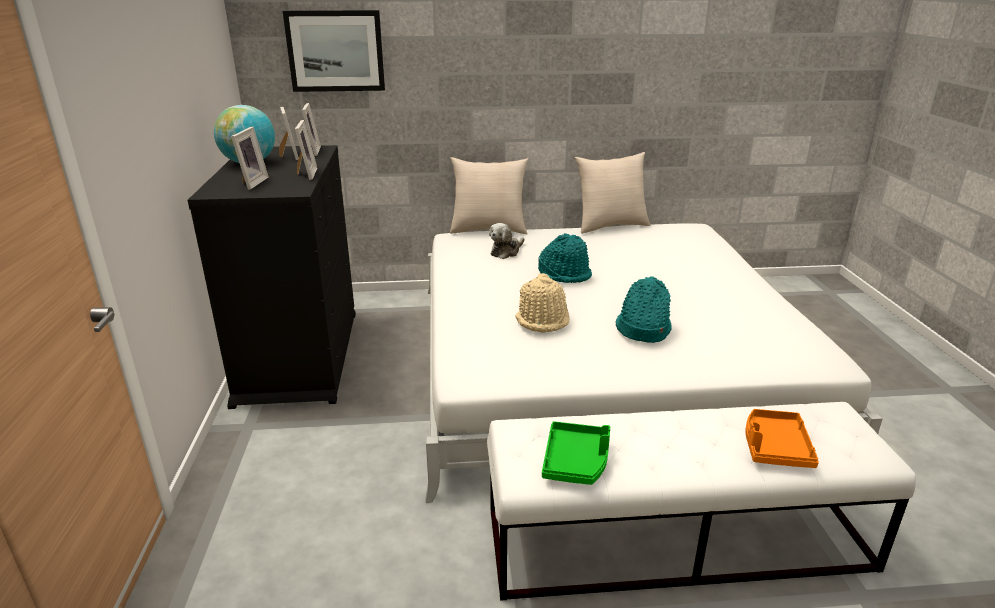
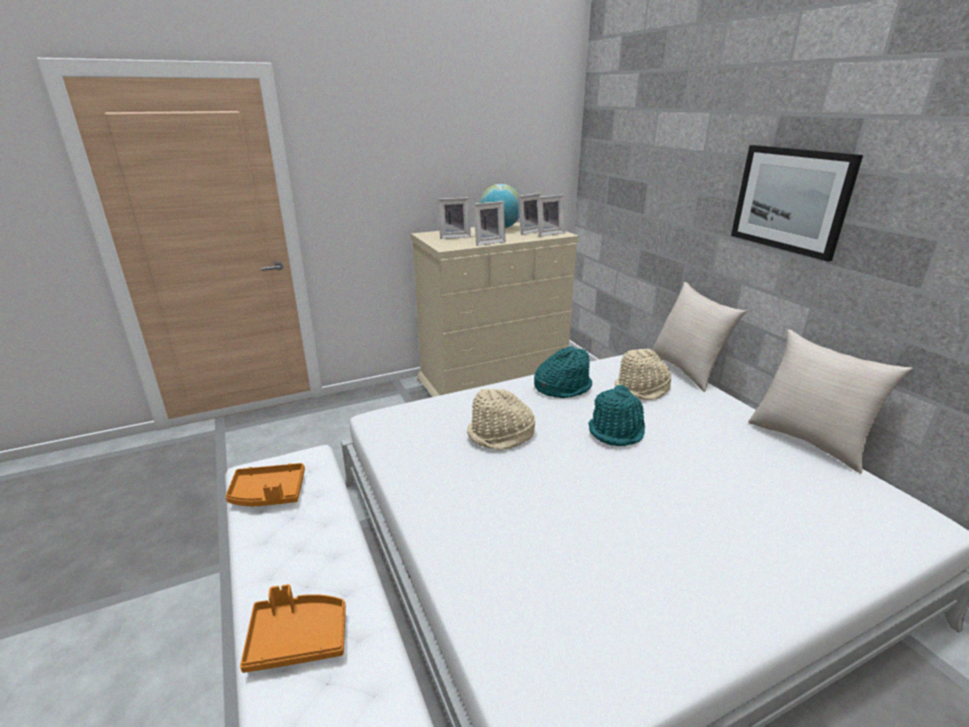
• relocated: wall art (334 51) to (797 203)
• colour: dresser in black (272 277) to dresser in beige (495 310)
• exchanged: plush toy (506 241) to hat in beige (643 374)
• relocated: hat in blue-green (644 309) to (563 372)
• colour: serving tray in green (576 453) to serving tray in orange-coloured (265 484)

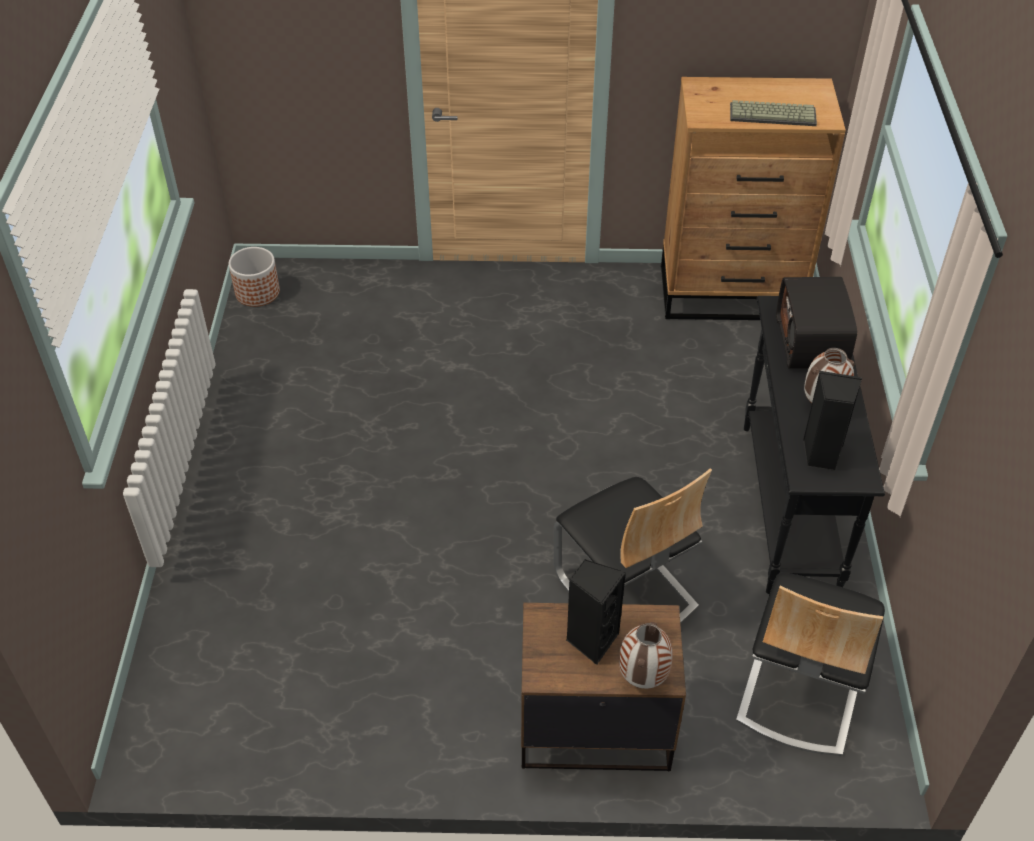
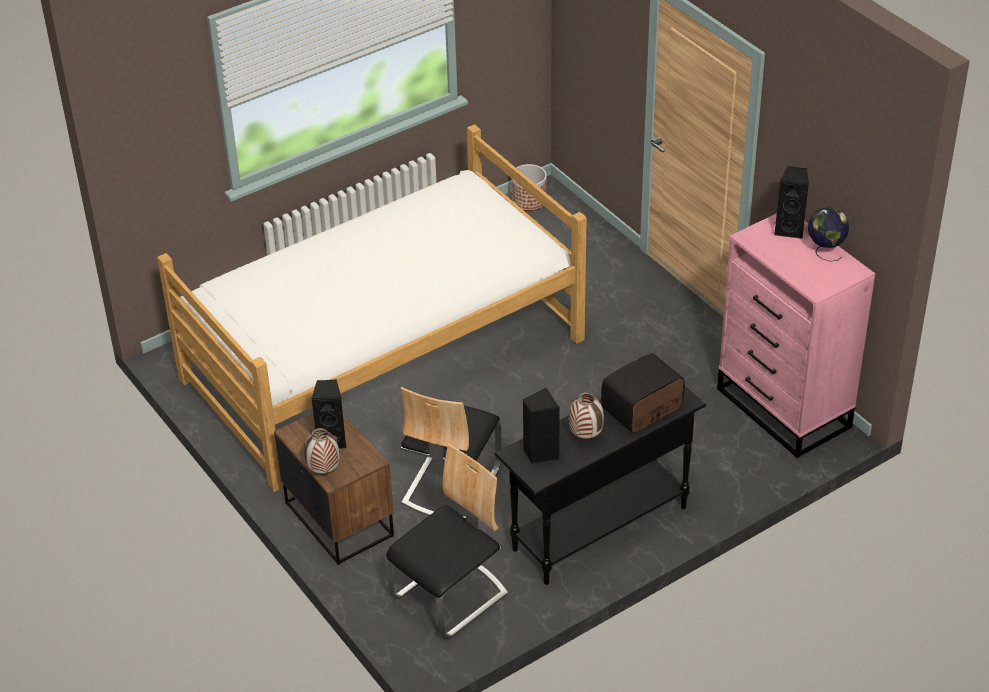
• colour: dresser in brownish (753 198) to dresser in pink (796 335)
• missing: computer keyboard (773 113)
• spun: plain chair (810 664) = (446 541) 150 degrees clockwise
• appeared: bedroom bed (372 308)
• appeared: speaker in black (791 202)
• appeared: desk globe (828 234)

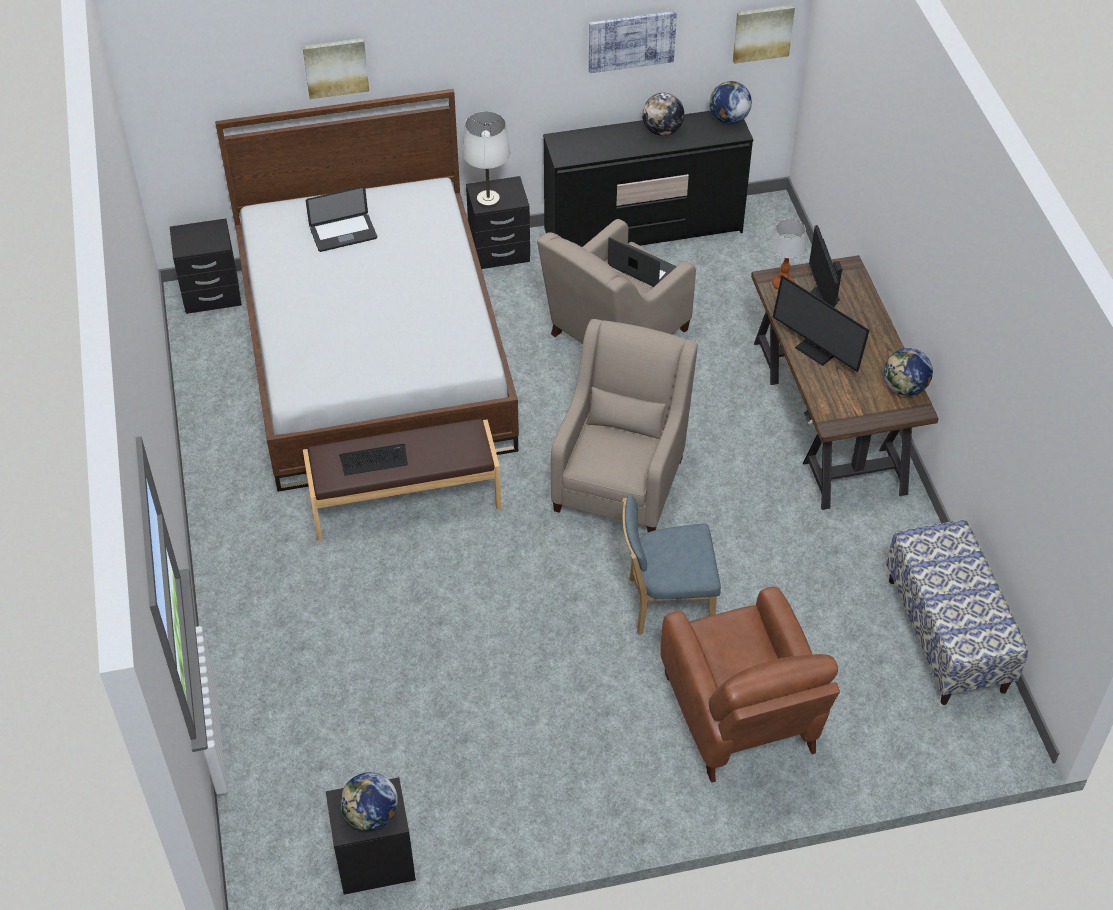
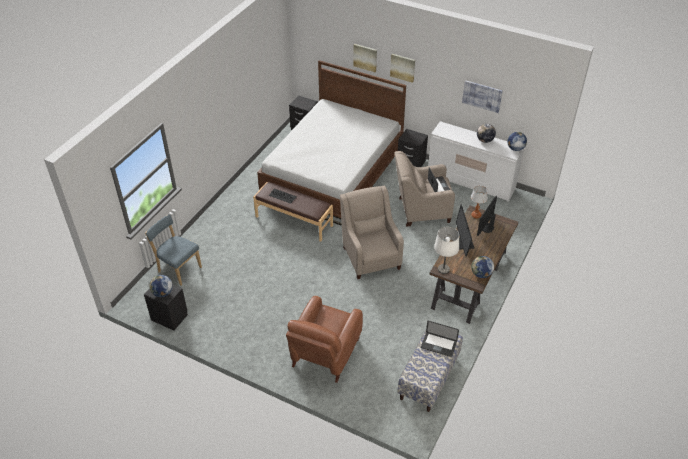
• relocated: wall art (764 34) to (402 68)
• relocated: lamp for a table in whitish (486 159) to (446 250)
• colour: dresser in black (648 179) to dresser in whitish (476 161)
• relocated: notebook computer (341 219) to (440 339)
• spun: lounge chair in beige (624 425) = (372 232) 75 degrees counterclockwise
• relocated: plain chair in blue-coloured (671 564) to (173 250)

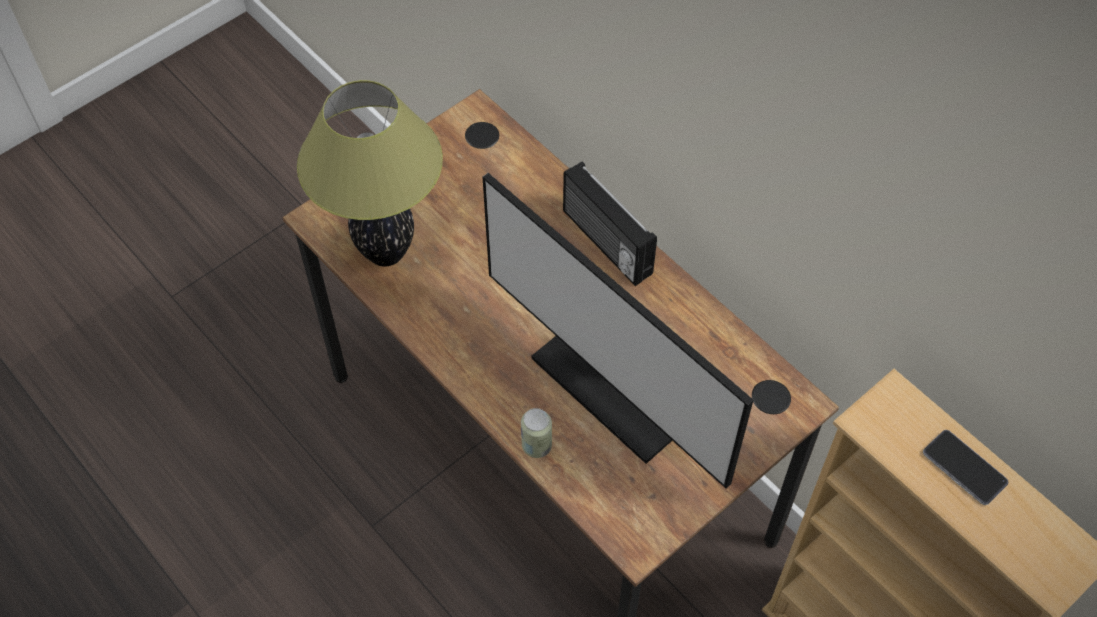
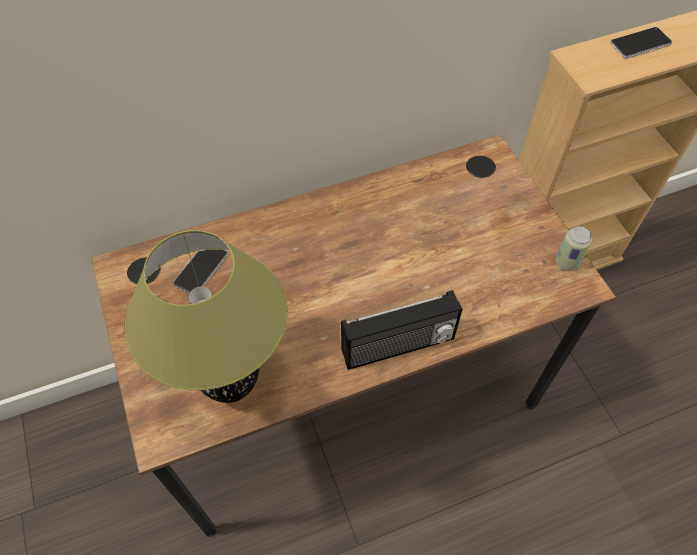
• relocated: radio set (610 223) to (402 330)
• missing: computer screen (618 331)
• relocated: can (536 433) to (573 248)
• appeared: phone (200 271)

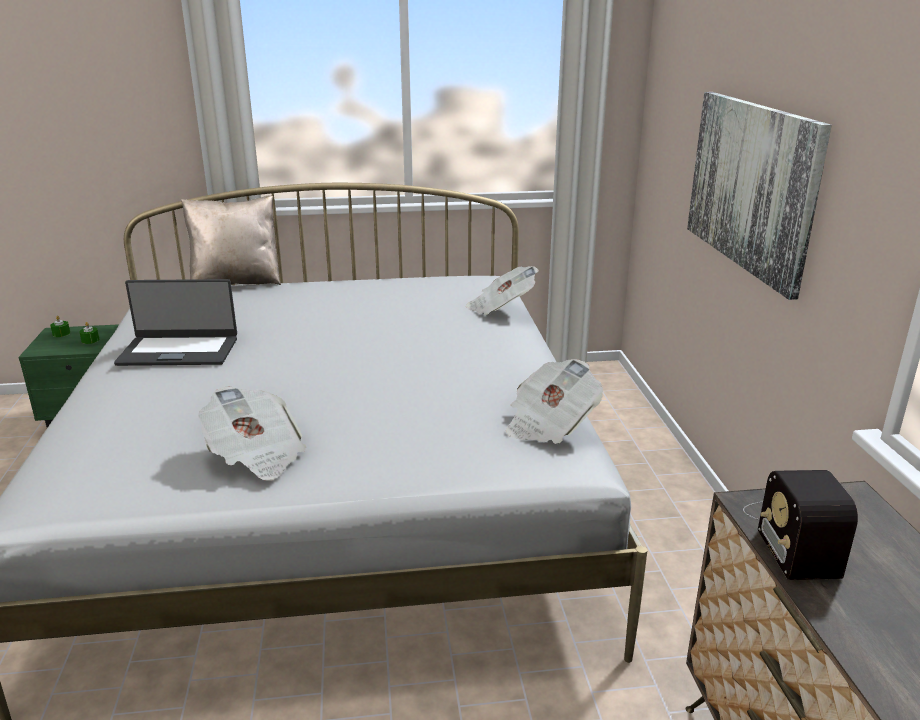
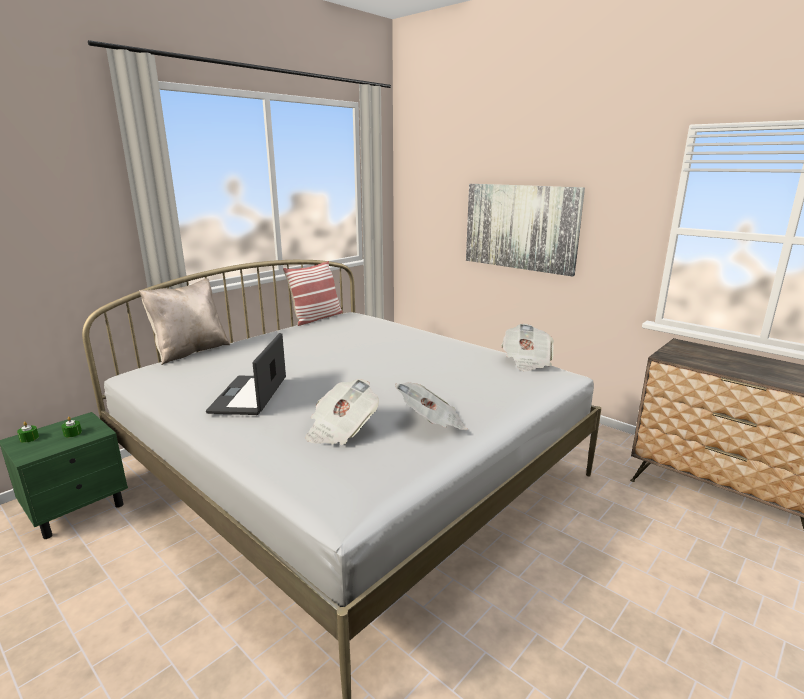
• relocated: daily paper (502 290) to (342 412)
• spun: notebook computer (175 322) = (246 374) 135 degrees clockwise
• missing: radio set (800 525)
• appeared: cushion (313 293)

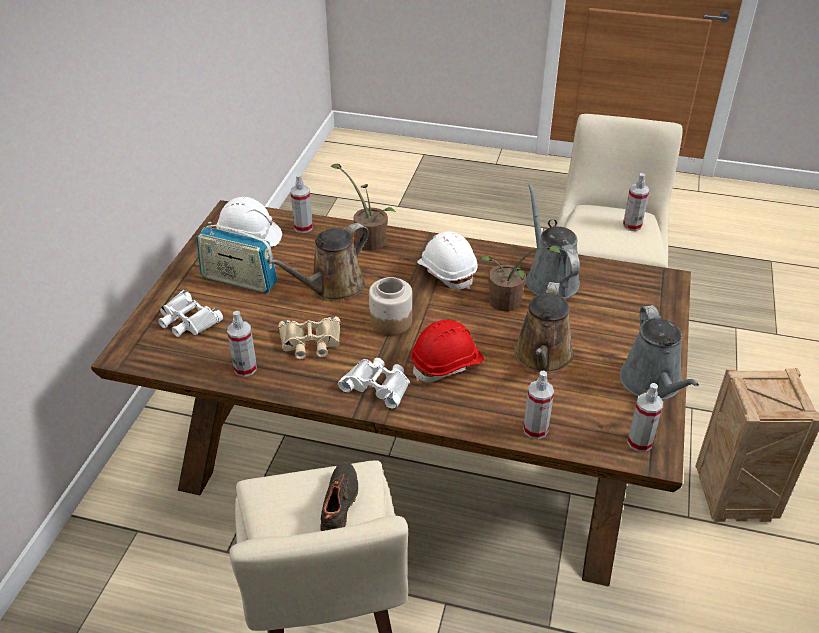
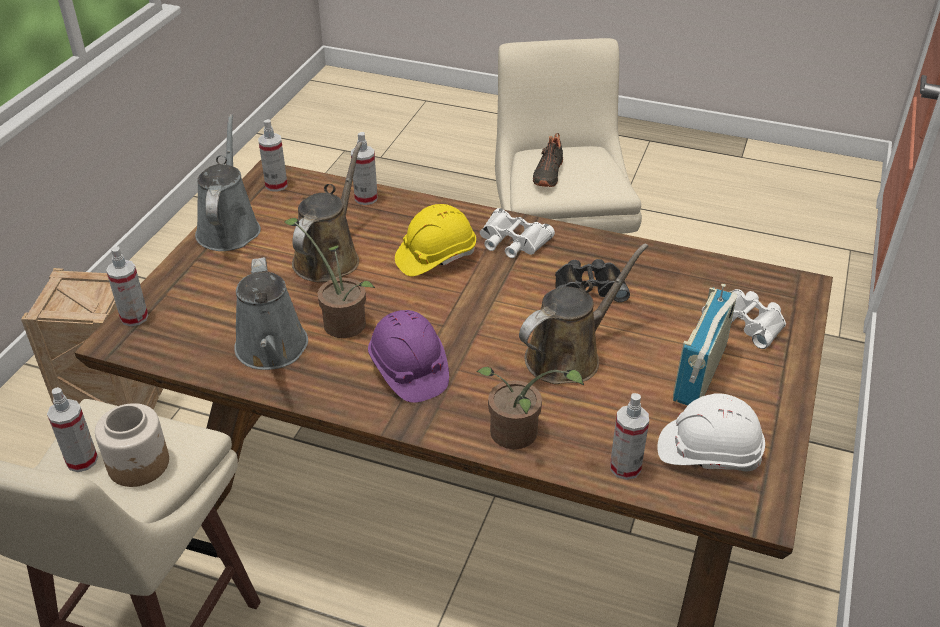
• spun: radio set (236 257) = (705 345) 90 degrees counterclockwise
• colour: work helmet in whitish (447 260) to work helmet in purple-coloured (408 356)
• relocated: preserve jar (390 306) to (132 445)
• relocated: sprayer (242 344) to (127 286)
• colour: field glasses in beige (309 337) to field glasses in black (592 280)
• colour: work helmet in reddish (447 351) to work helmet in yellowish (435 240)

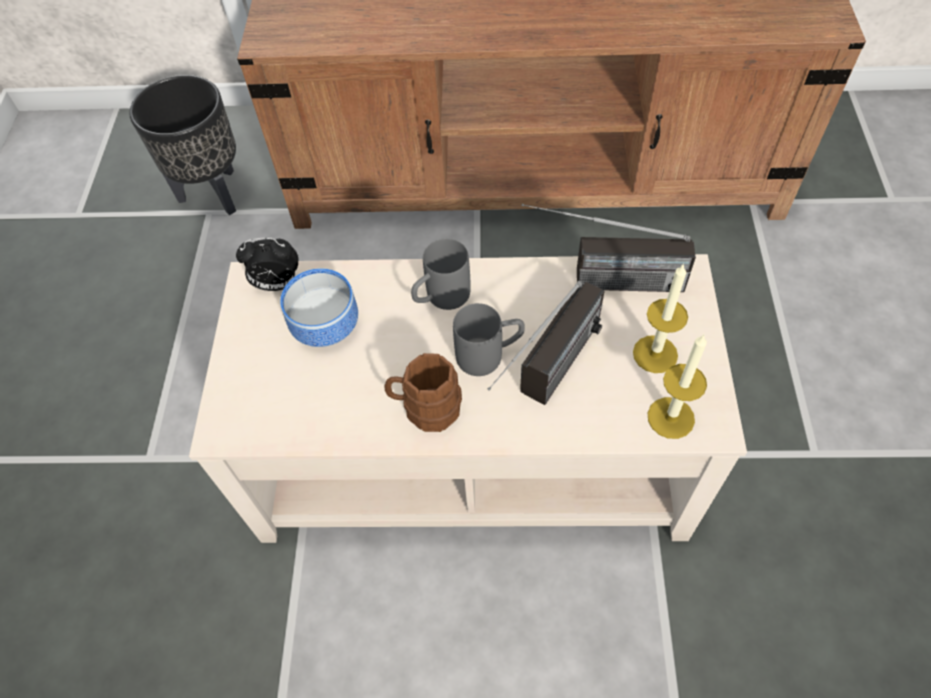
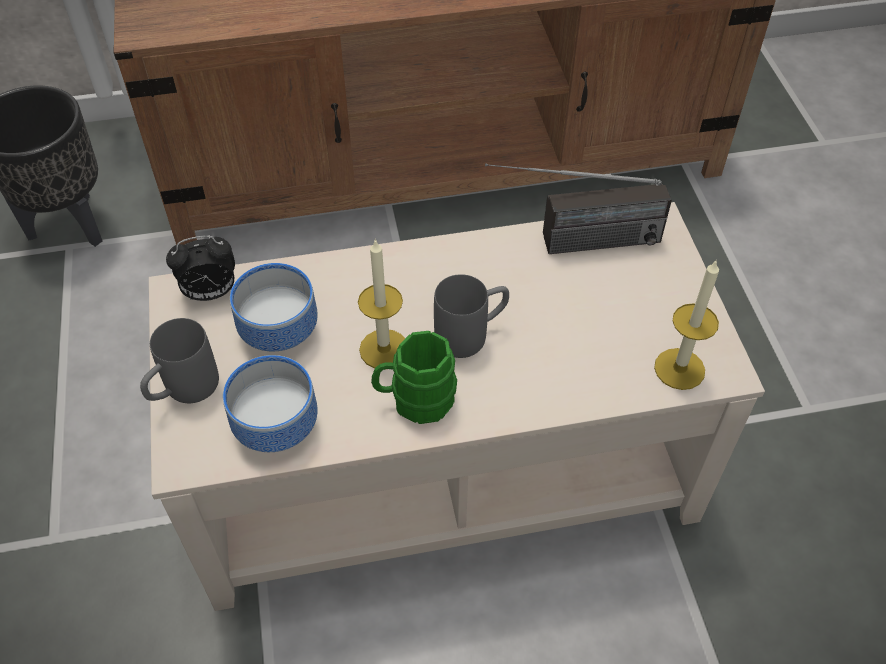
• relocated: mug in greyish (441 274) to (179 360)
• relocated: wax candle (660 318) to (381 304)
• missing: radio set (546 343)
• colour: mug in brownish (423 392) to mug in green (414 377)
• appeared: bowl (270 403)

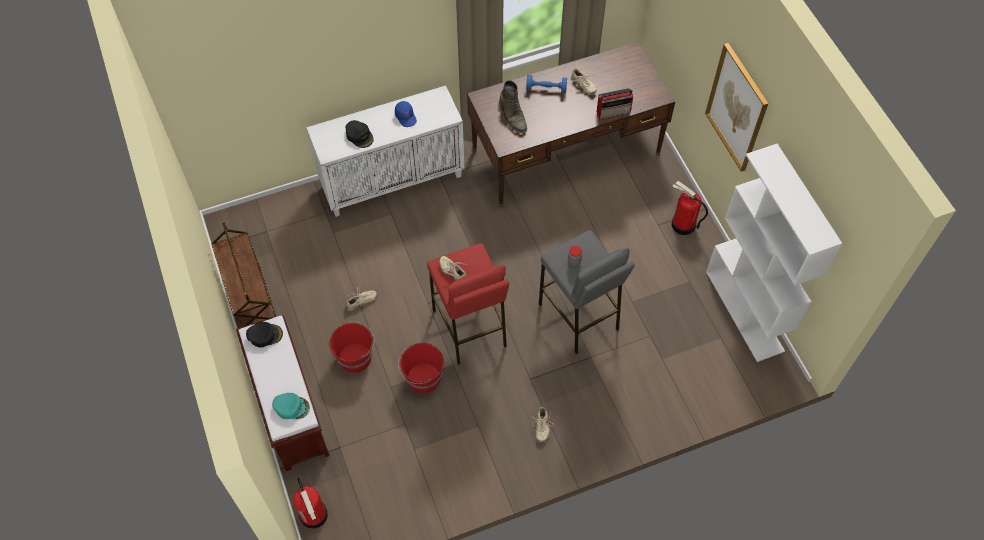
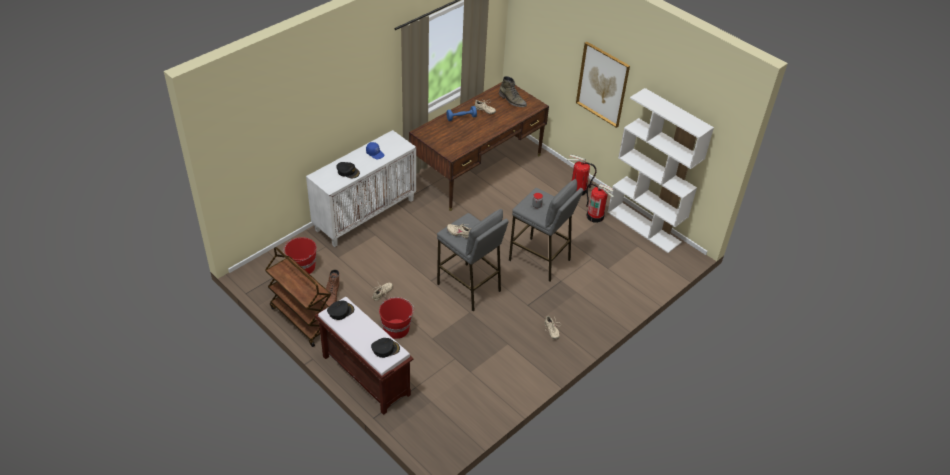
• relocated: boot in green (513 106) to (513 91)
• missing: radio set (615 103)
• colour: stool in reddish (468 304) to stool in greyish (473 260)
• relocated: bucket in reddish (421 368) to (300 255)
• colour: cap in blue-green (291 406) to cap in black (385 348)
• relocated: fire-fighting cylinder (310 503) to (600 203)
• appeared: boot in brownish (331 288)

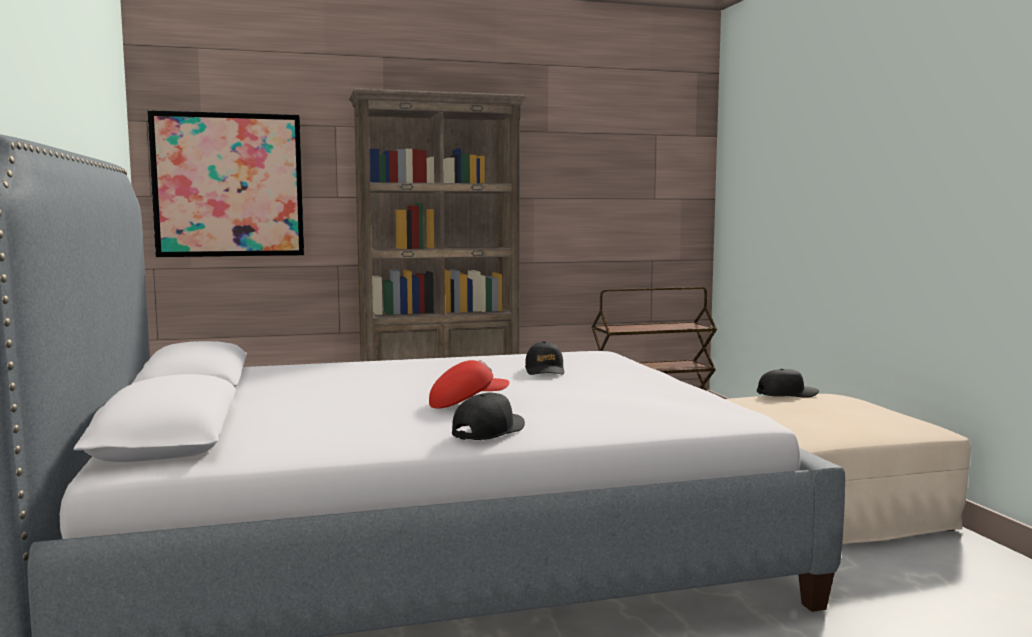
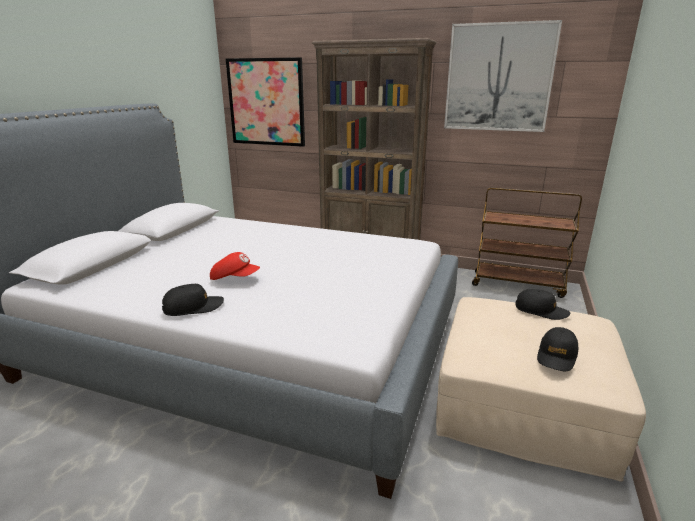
• relocated: cap in black (544 358) to (557 349)
• appeared: wall art (503 76)

